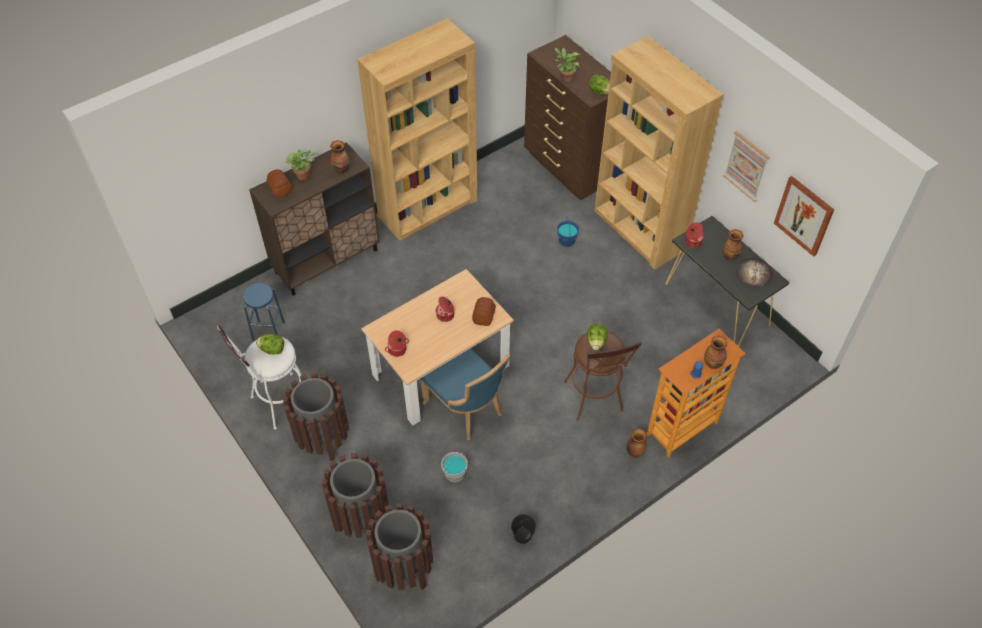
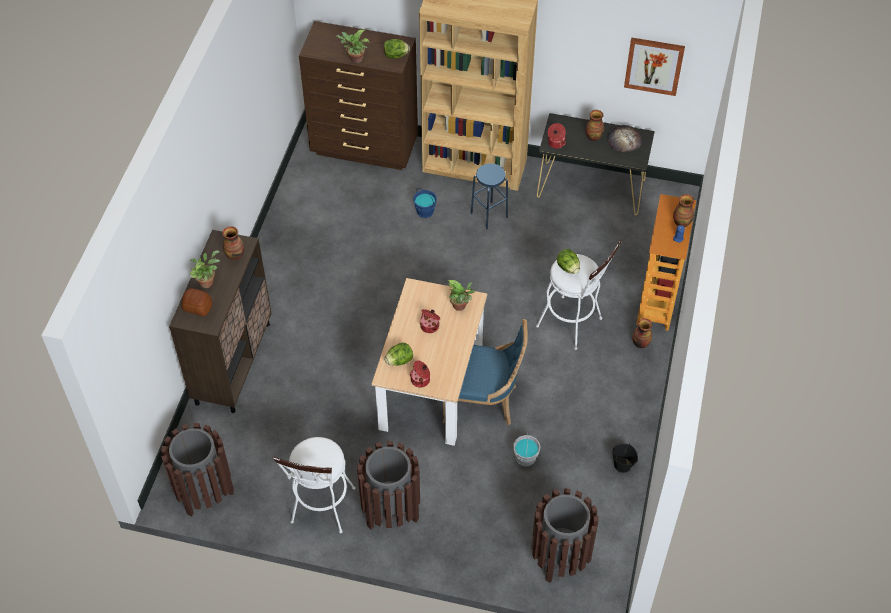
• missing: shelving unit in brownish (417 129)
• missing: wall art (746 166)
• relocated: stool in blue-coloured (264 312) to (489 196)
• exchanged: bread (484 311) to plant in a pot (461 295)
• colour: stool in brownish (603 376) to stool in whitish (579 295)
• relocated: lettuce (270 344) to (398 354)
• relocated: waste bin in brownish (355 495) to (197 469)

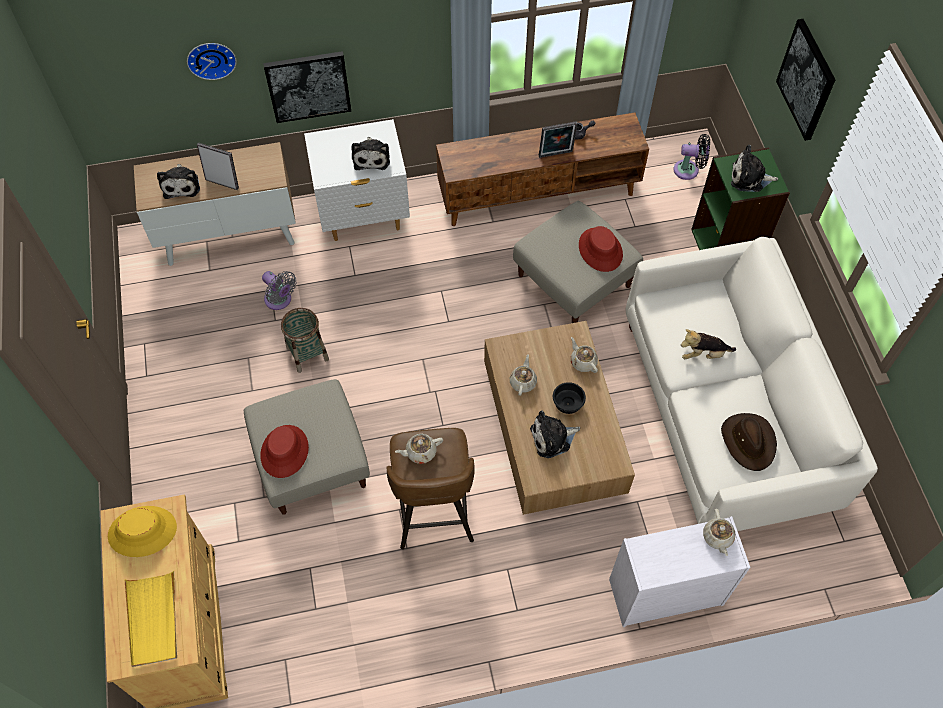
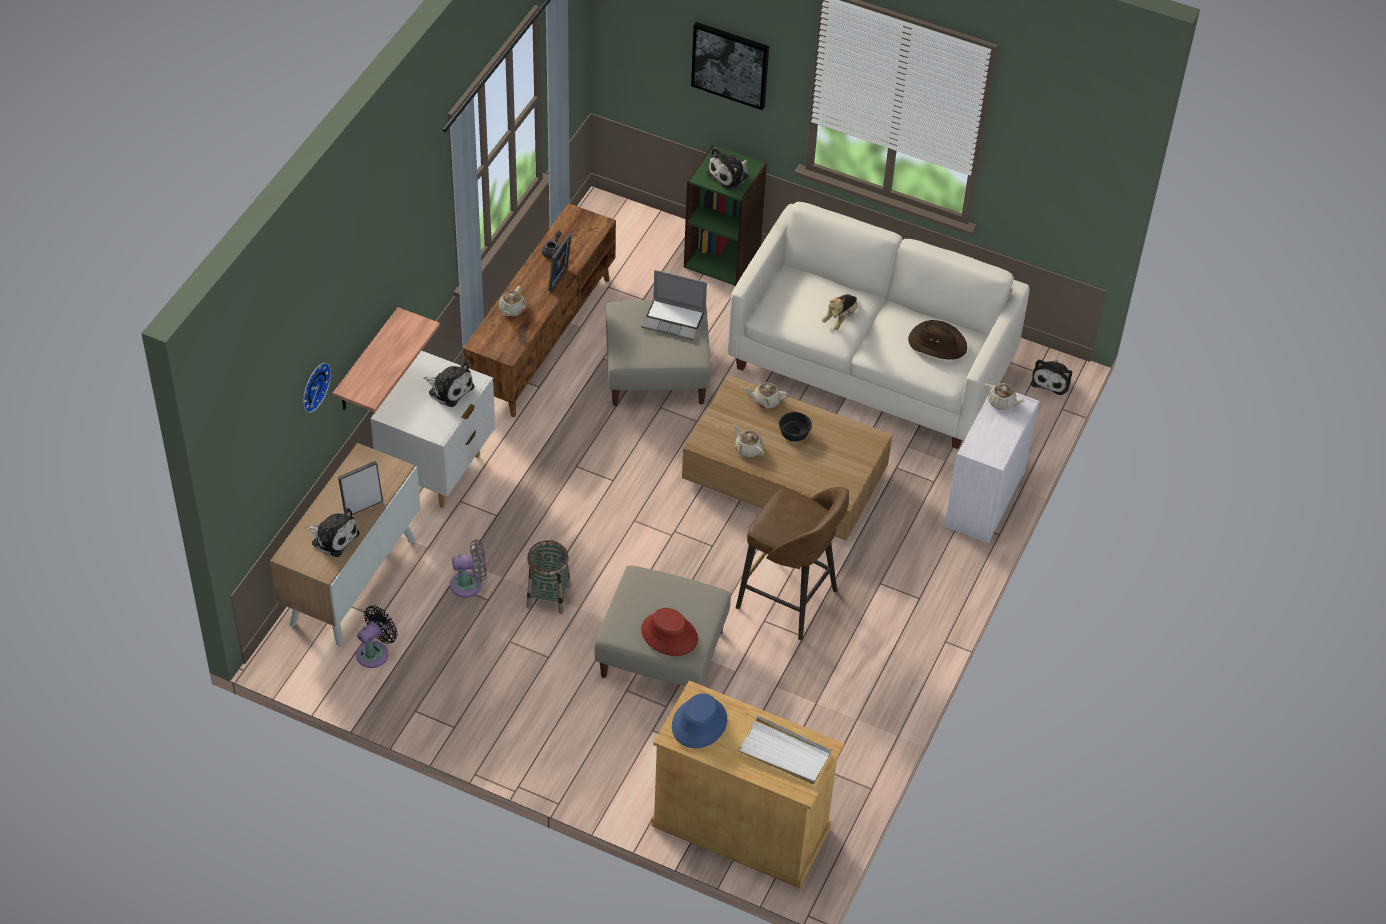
• exchanged: wall art (307 87) to shelf (386 359)
• relocated: electric fan in black (691 157) to (377 637)
• exchanged: hat in reddish (601 249) to notebook computer (674 305)
• relocated: plush toy (555 434) to (1051 377)
• relocated: teapot in beige (419 449) to (512 301)
• colour: hat in yellowish (142 531) to hat in blue-coloured (699 720)
• colour: serving tray in yellowish (151 619) to serving tray in whitish (784 749)

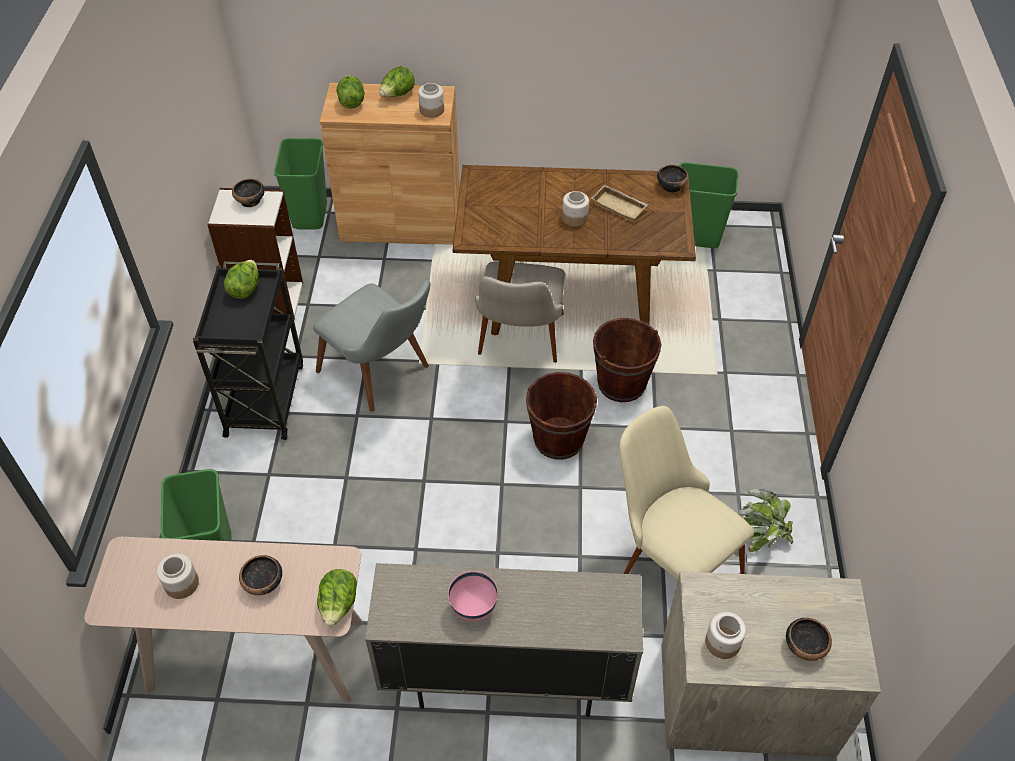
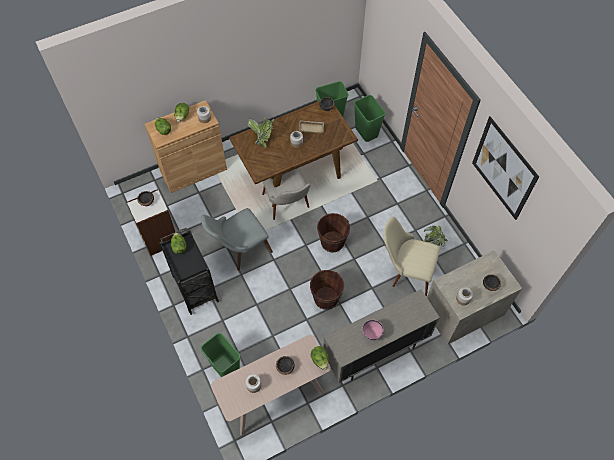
• relocated: waste bin in green (300 184) to (370 118)
• spun: plain chair in greyish (372 346) = (237 239) 135 degrees clockwise
• relocated: bucket in brownish (627 360) to (327 290)
• appeared: wall art (505 168)
• appeared: plant in a pot (261 132)

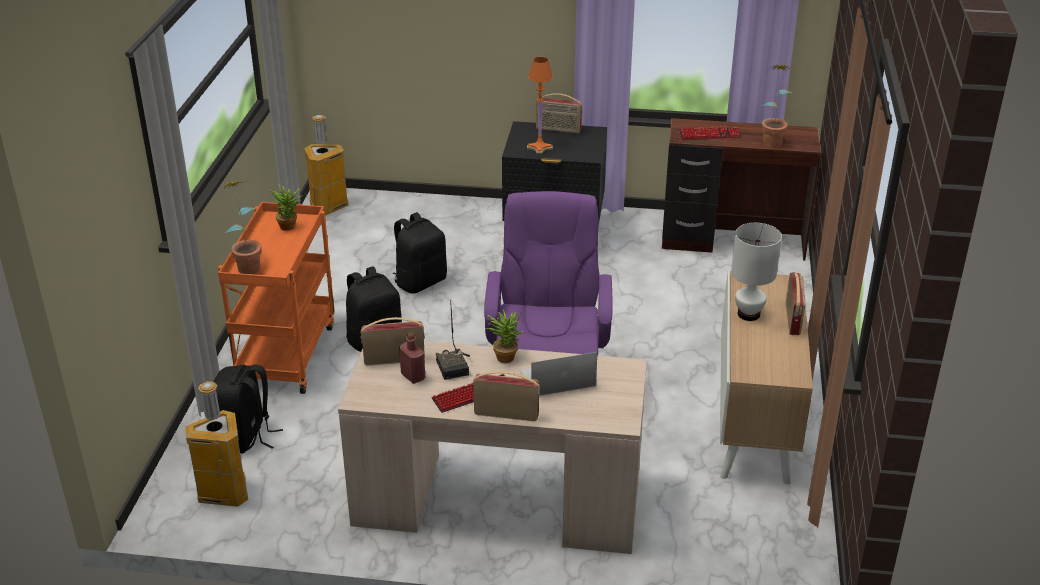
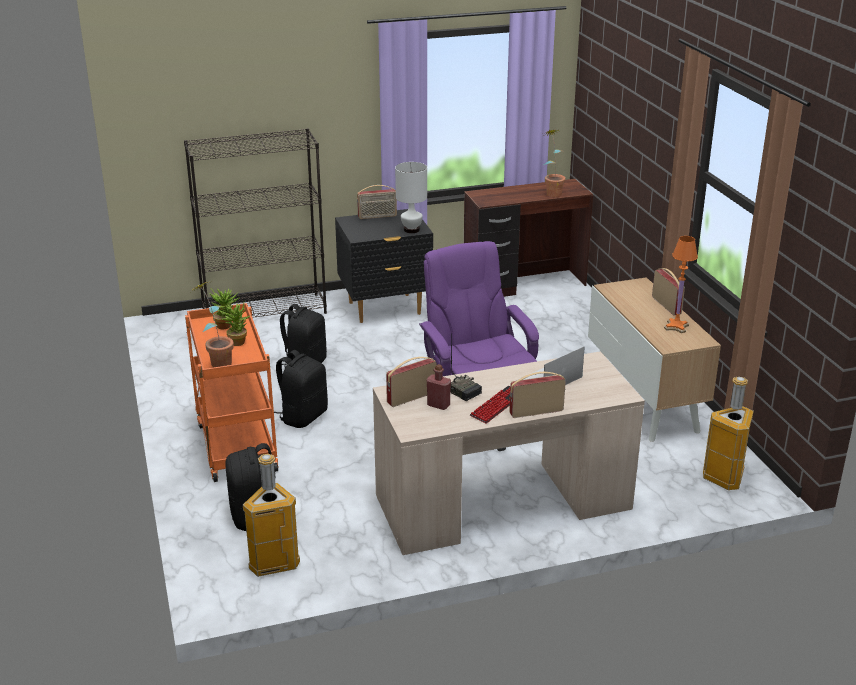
• relocated: lamp for a table in orange-coloured (540 105) to (681 284)
• relocated: waste bin (326 165) to (728 433)
• missing: computer keyboard (710 133)
• relocated: lamp for a table in whitish (756 272) to (411 197)
• relocated: plant in a pot (504 336) to (234 324)
• appeared: shelving unit in black (255 223)

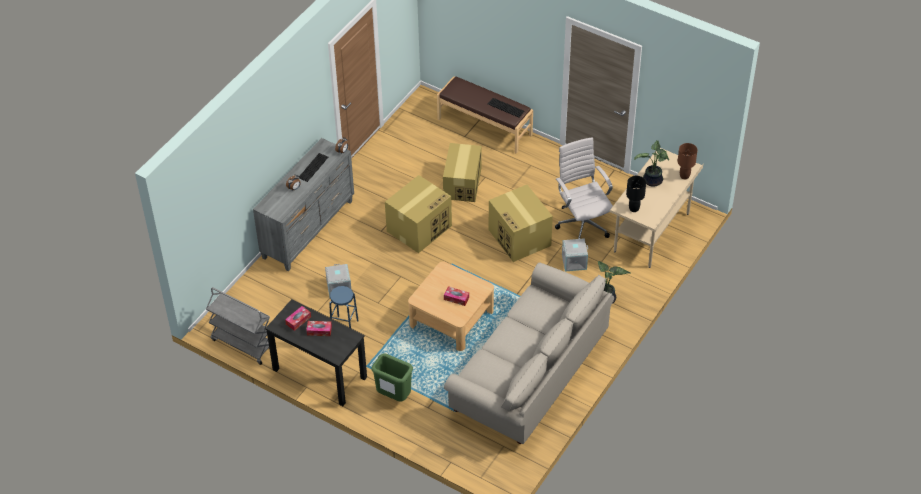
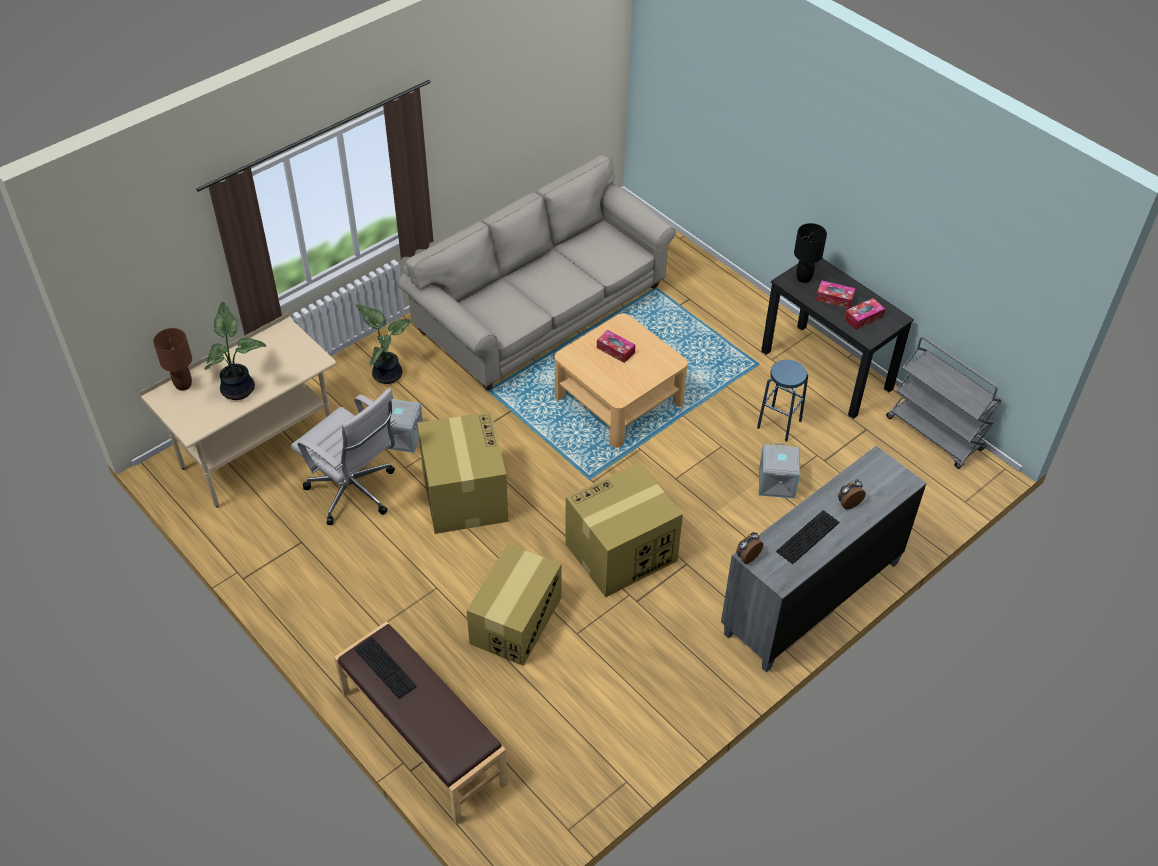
• spun: computer chair in whitish (584 188) = (343 456) 45 degrees counterclockwise
• relocated: lamp for a table in black (636 194) to (810 253)
• missing: waste bin in green (392 377)

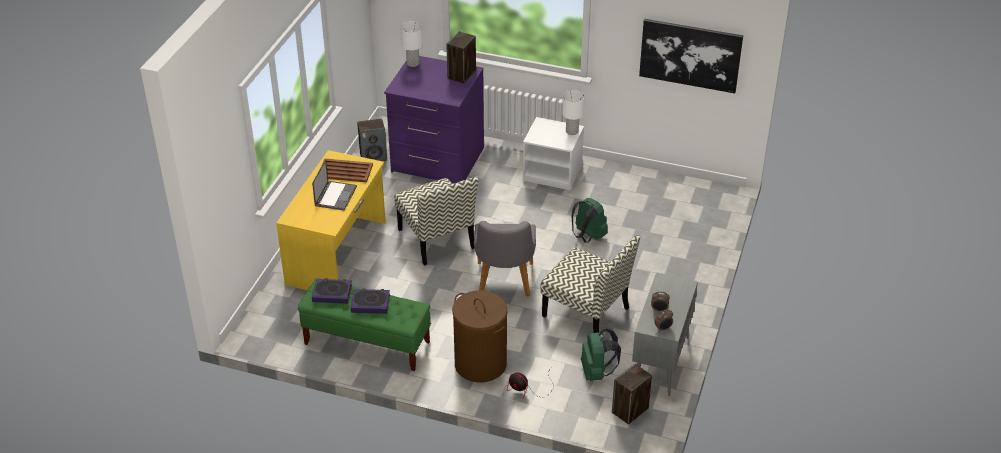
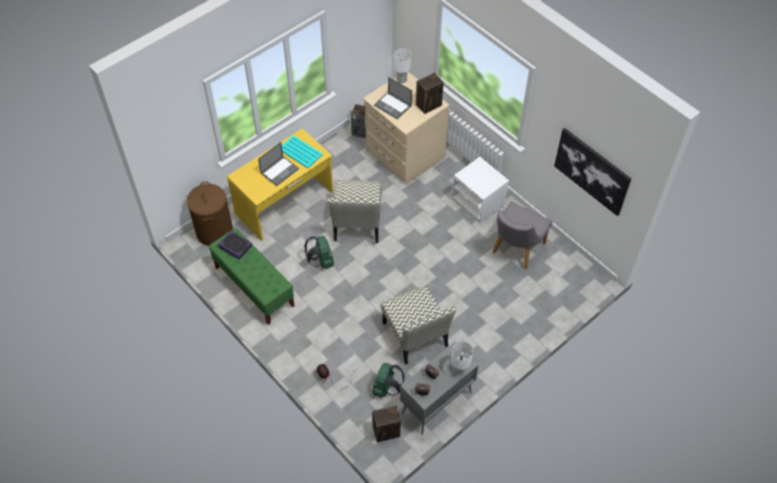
• colour: dresser in purple-coloured (434 120) to dresser in beige (406 128)
• relocated: lamp for a table in whitish (573 112) to (462 358)
• colour: serving tray in brownish (347 170) to serving tray in blue-green (302 151)
• relocated: knapsack in green (590 220) to (319 252)
• relocated: plain chair in greyish (505 259) to (522 235)
• missing: volume (370 301)
• relocated: washing basket in brownish (479 336) to (210 214)
• appeared: notebook computer (393 98)

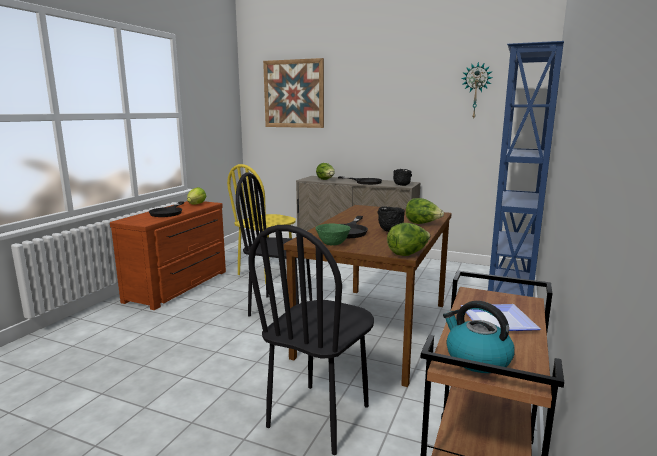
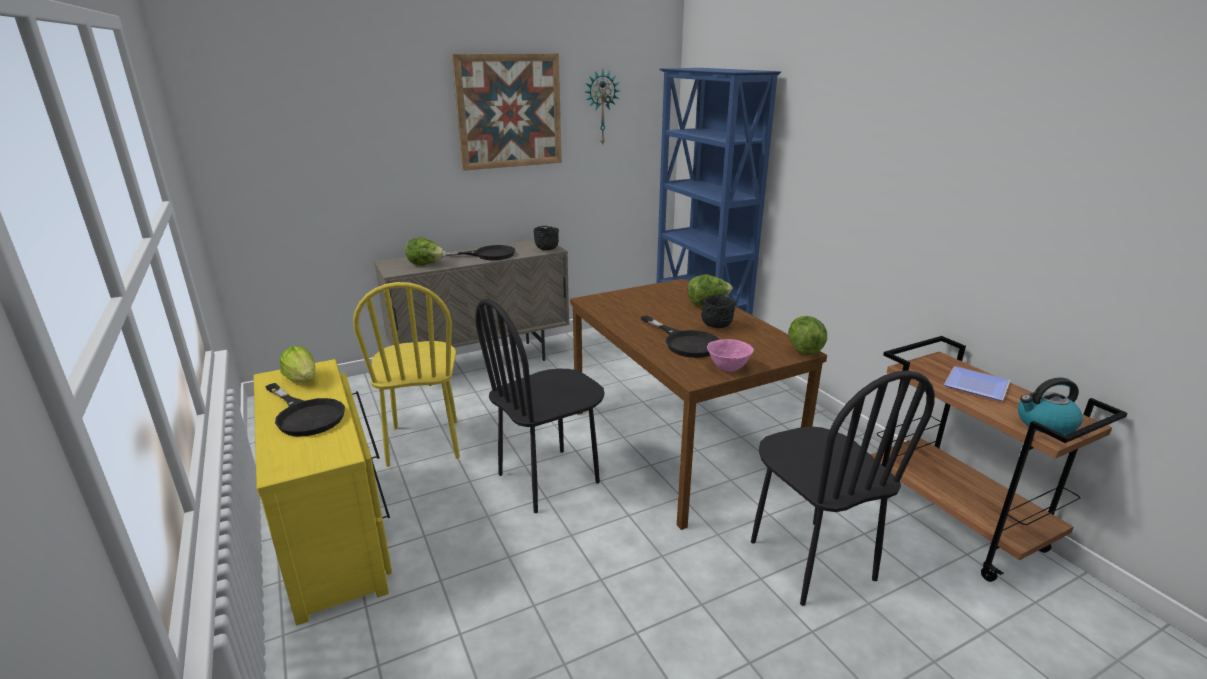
• relocated: wall art (293 93) to (507 112)
• colour: dresser in brownish (168 255) to dresser in yellowish (323 492)
• colour: bowl in green (333 234) to bowl in pink (730 355)

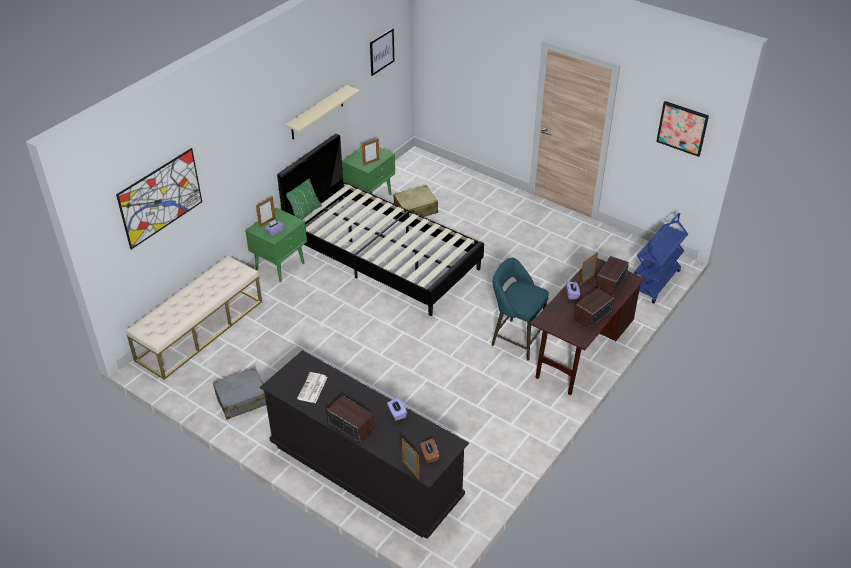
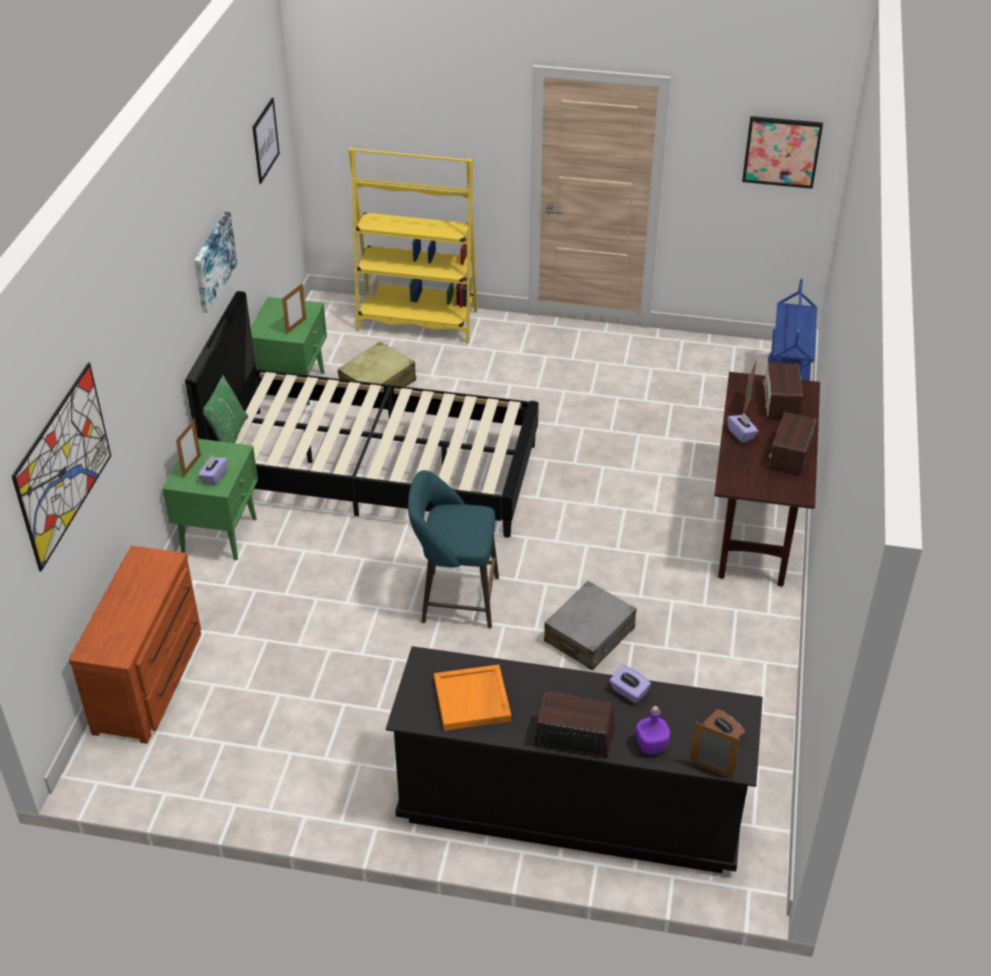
• exchanged: shelf in beige (322 112) to wall art (215 262)
• exchanged: long seat in beige (194 317) to dresser in brownish (134 645)
• relocated: stool in blue-green (520 309) to (453 549)
• relocated: piece of luggage in greyish (239 393) to (590 625)
• exchanged: daily paper (312 387) to serving tray in orange-coloured (472 698)
• appeared: shelving unit in yellowish (412 245)
• appeared: drink bottle in purple-coloured (653 730)

